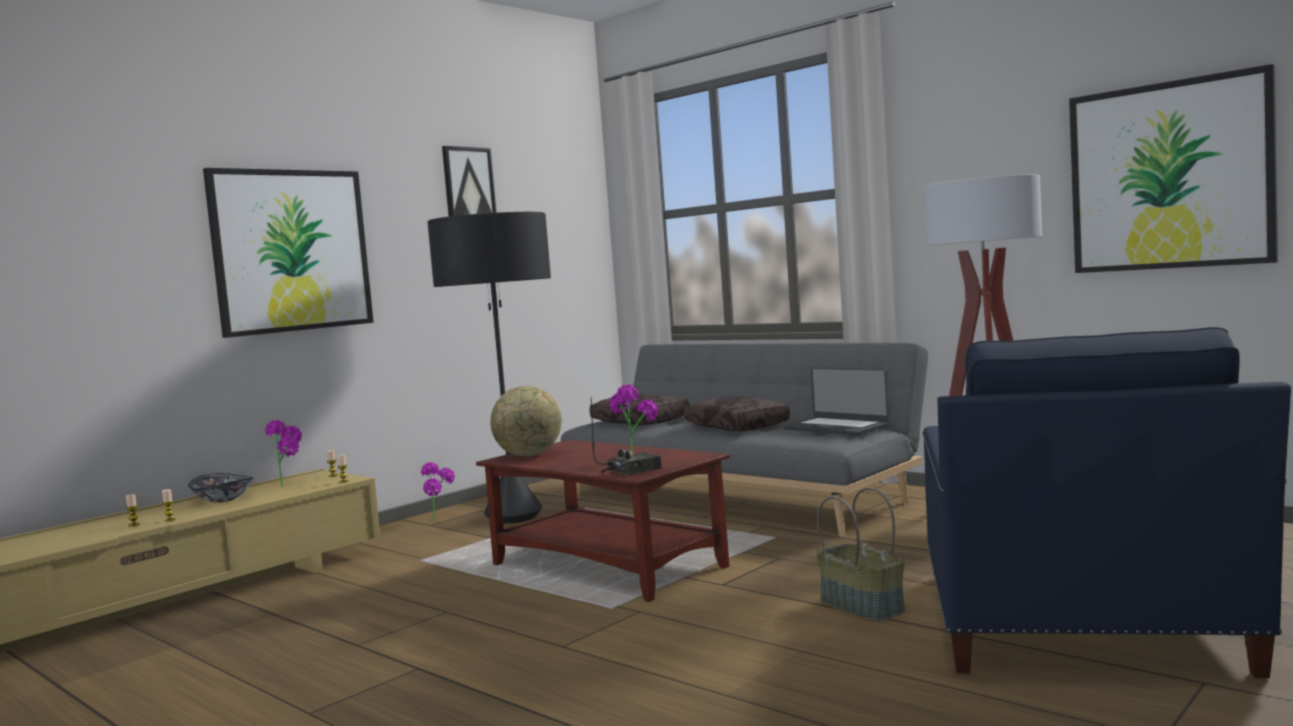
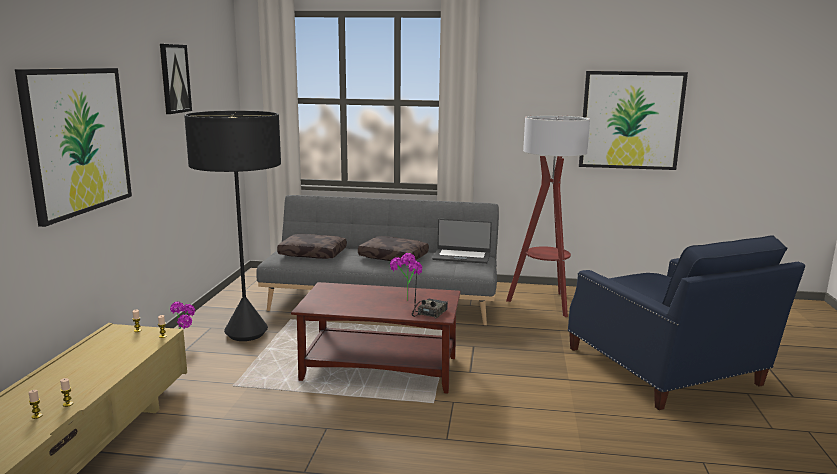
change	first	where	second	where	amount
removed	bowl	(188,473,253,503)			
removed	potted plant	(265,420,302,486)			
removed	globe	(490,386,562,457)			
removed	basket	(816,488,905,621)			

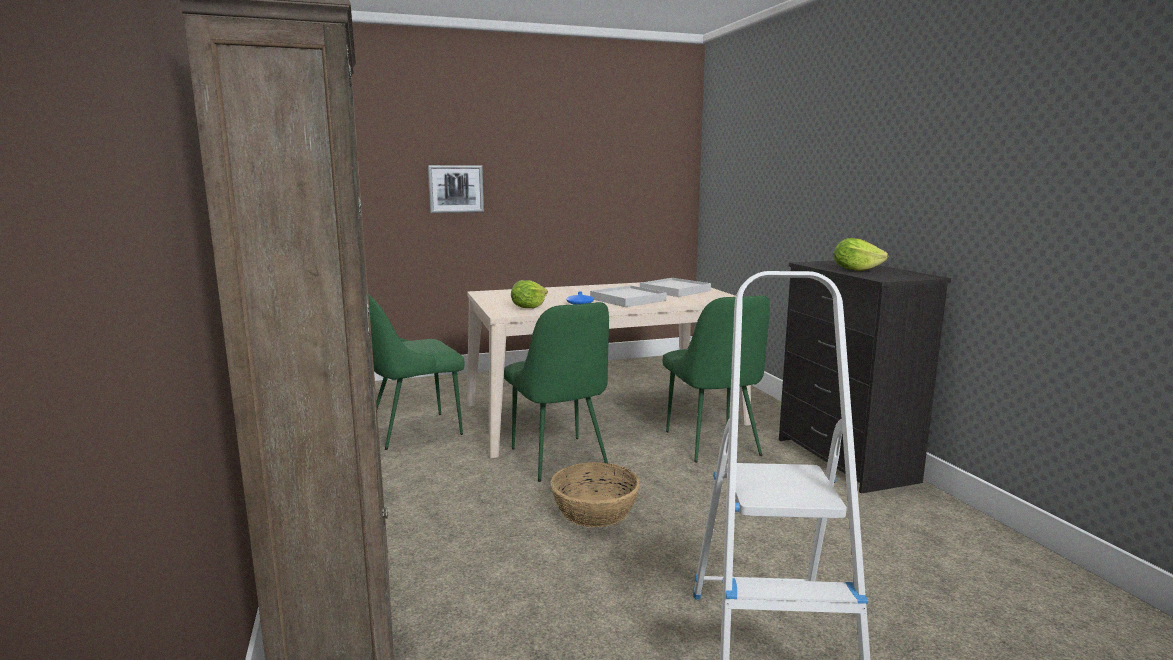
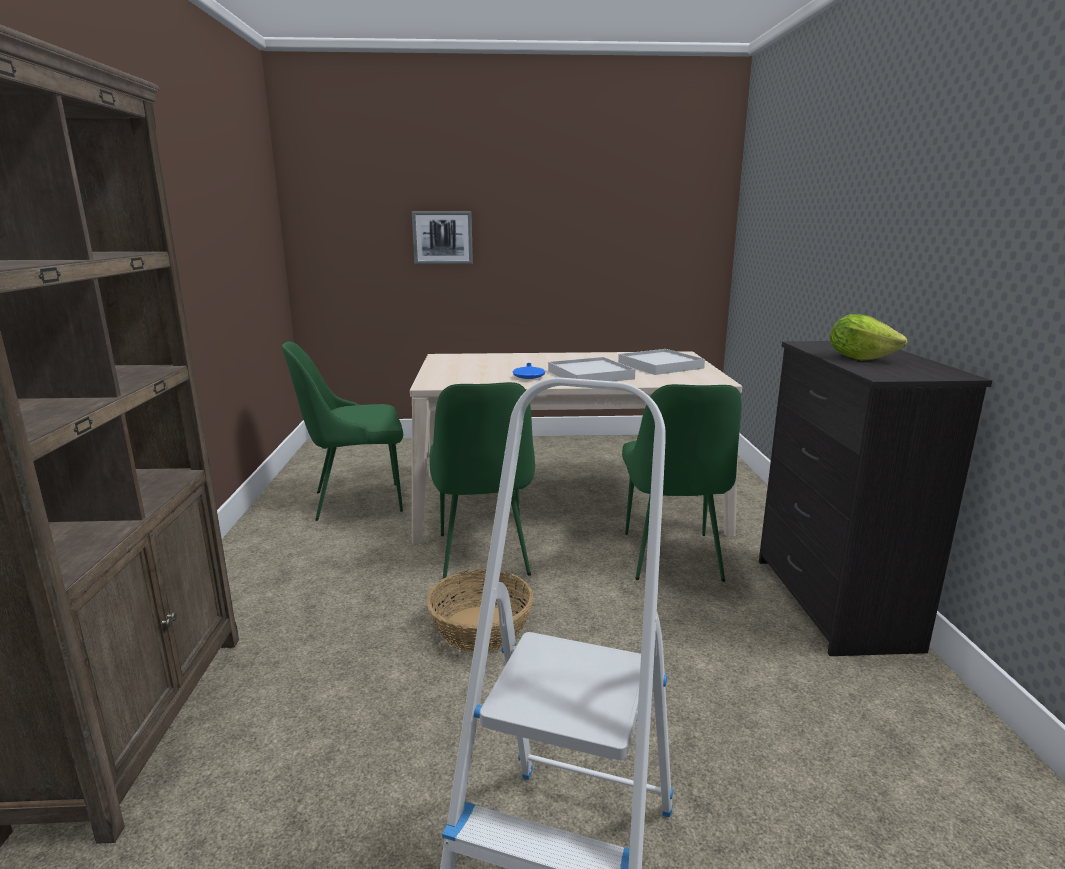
change	first	where	second	where	amount
removed	lettuce	(511,280,548,308)			

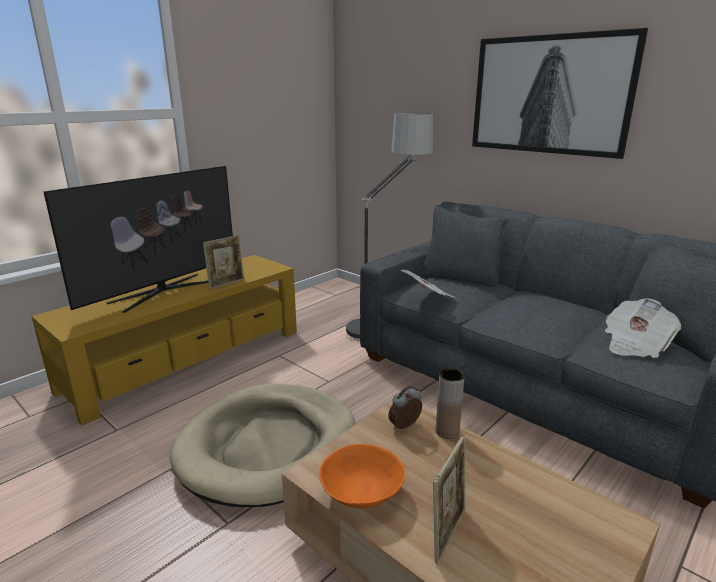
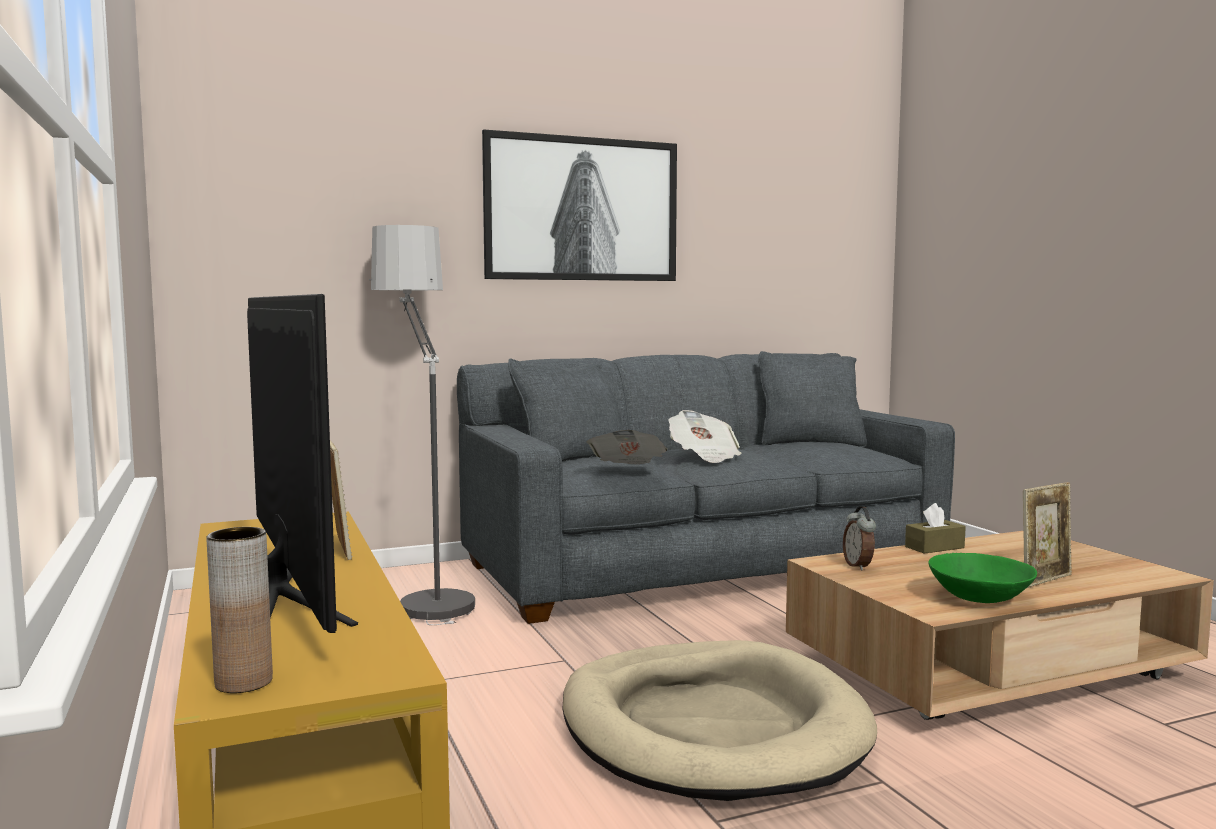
change	first	where	second	where	amount
added			brown tissue box	(905,503,966,554)	
moved	brown vase	(436,368,465,439)		(206,527,273,693)	
moved	newspaper	(605,298,681,358)		(668,410,742,463)	
recoloured	orange bowl	(319,444,405,508)	green bowl	(928,553,1037,603)	
turned	picture frame	(433,435,466,564)		(1023,482,1072,588)	90 degrees clockwise

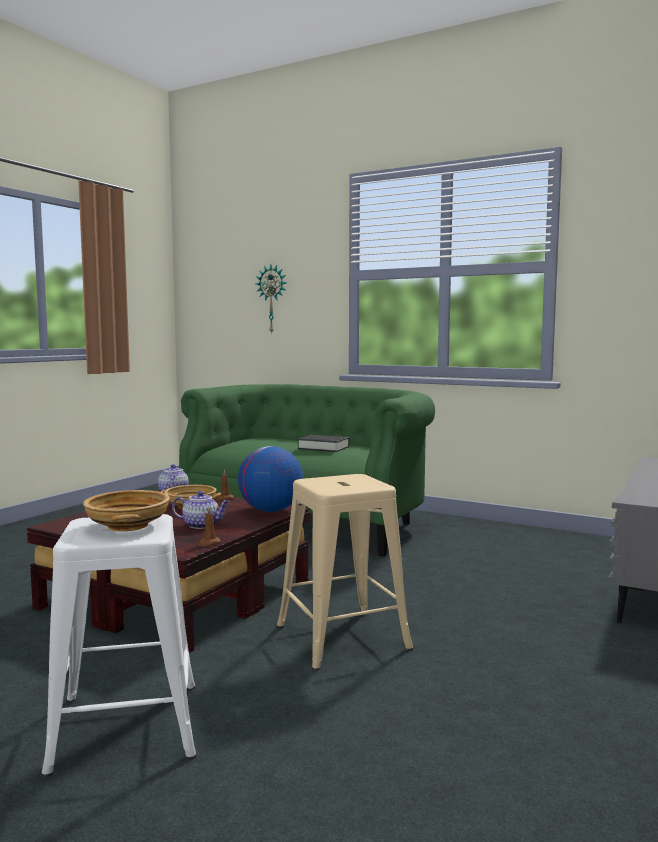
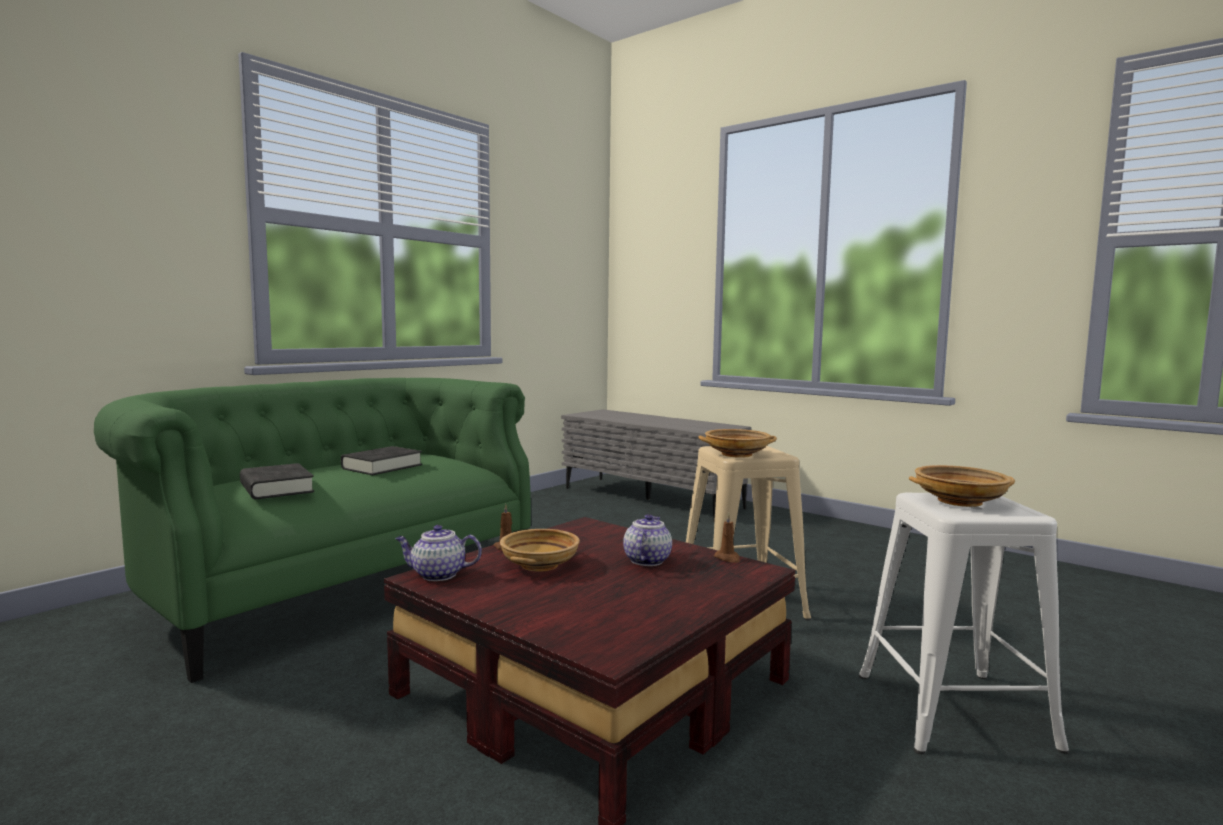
change	first	where	second	where	amount
removed	globe	(238,446,303,512)			
removed	wall clock	(256,265,287,334)			
added			black book	(240,463,314,499)	
added			beige bowl	(698,429,777,458)	

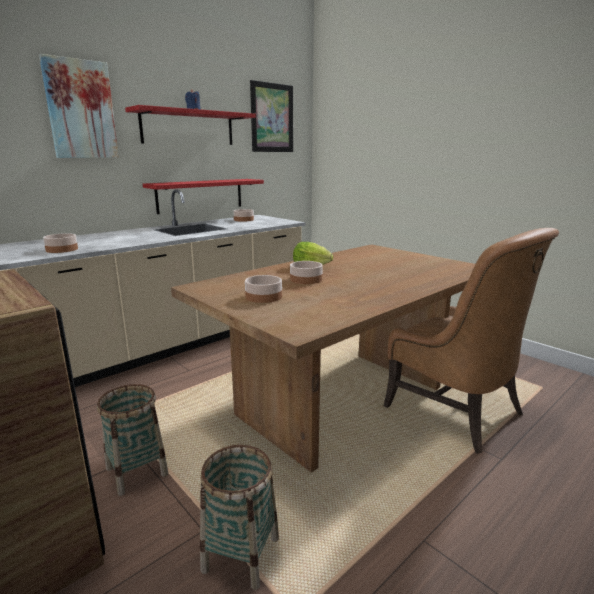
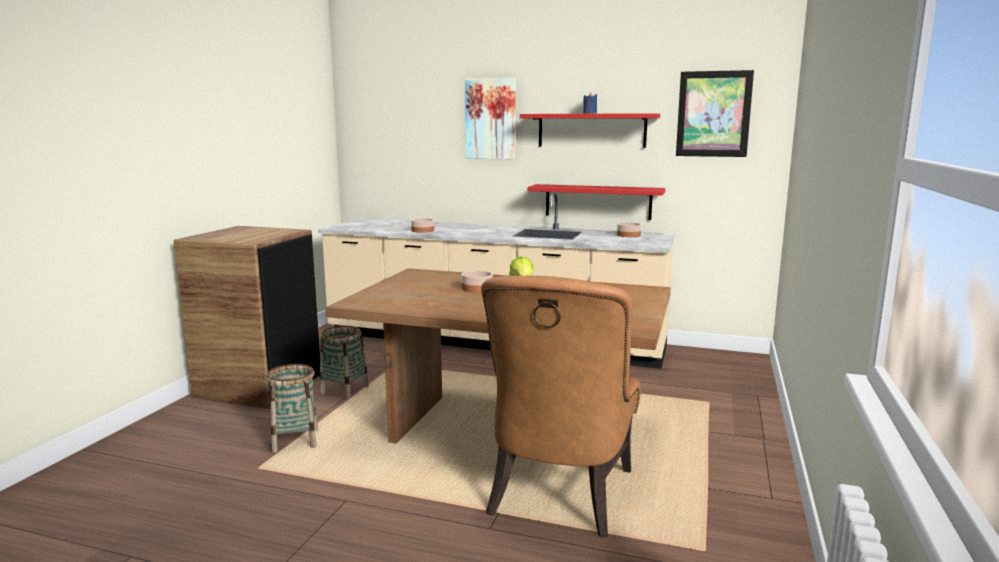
change	first	where	second	where	amount
removed	bowl	(245,275,282,303)			

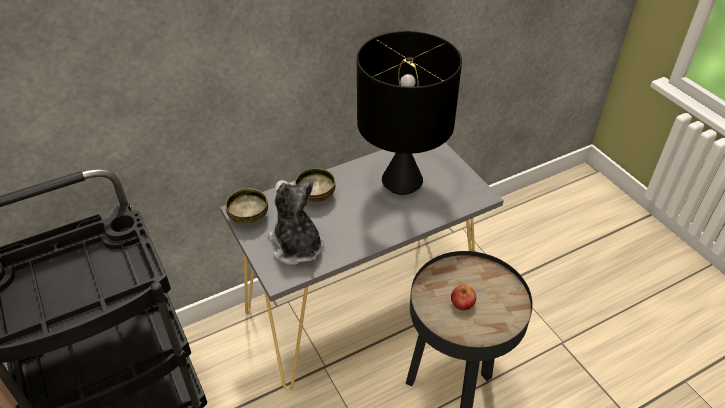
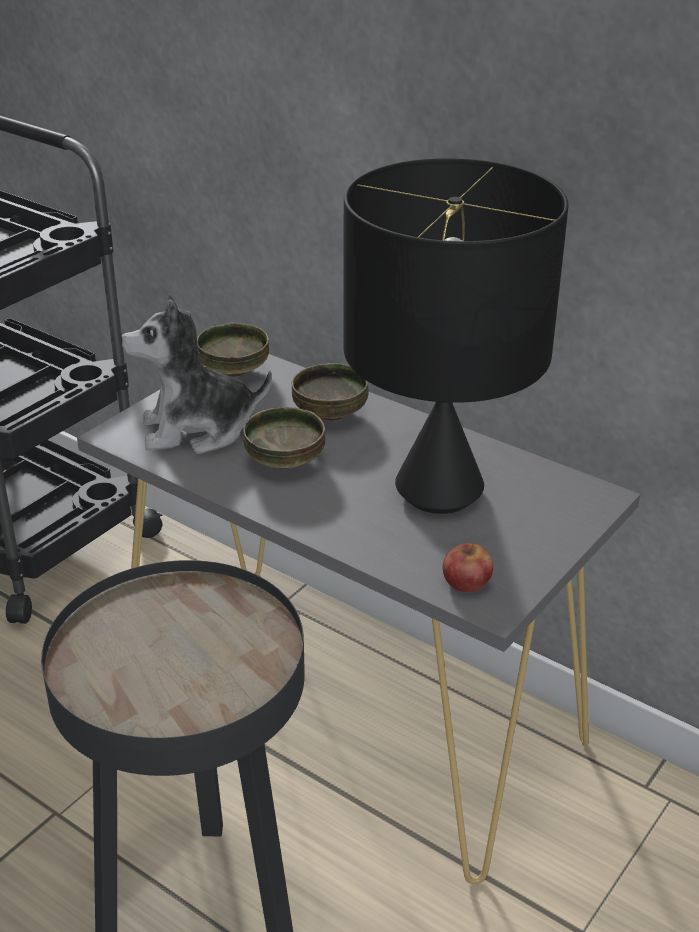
change	first	where	second	where	amount
added			bowl	(243,407,325,469)	
moved	apple	(451,285,476,310)		(443,543,493,593)	
turned	plush toy	(269,180,324,265)		(121,294,272,454)	135 degrees counterclockwise

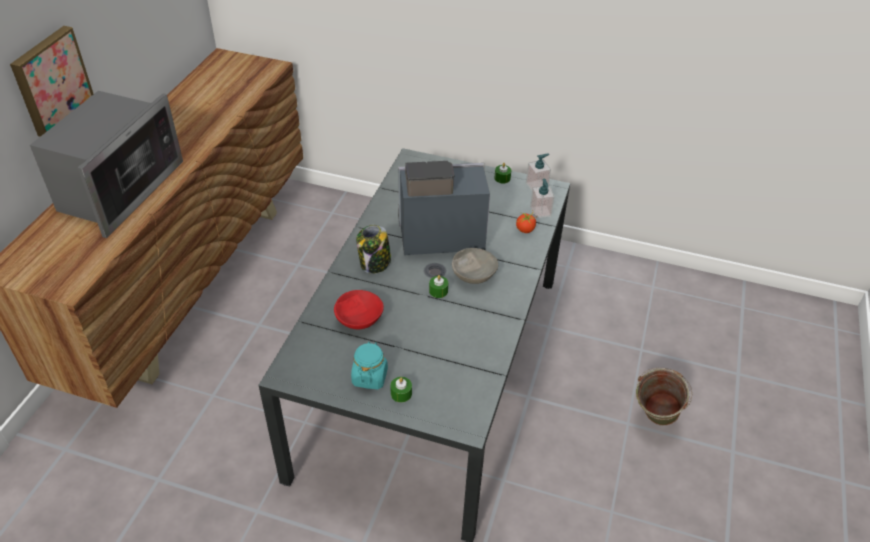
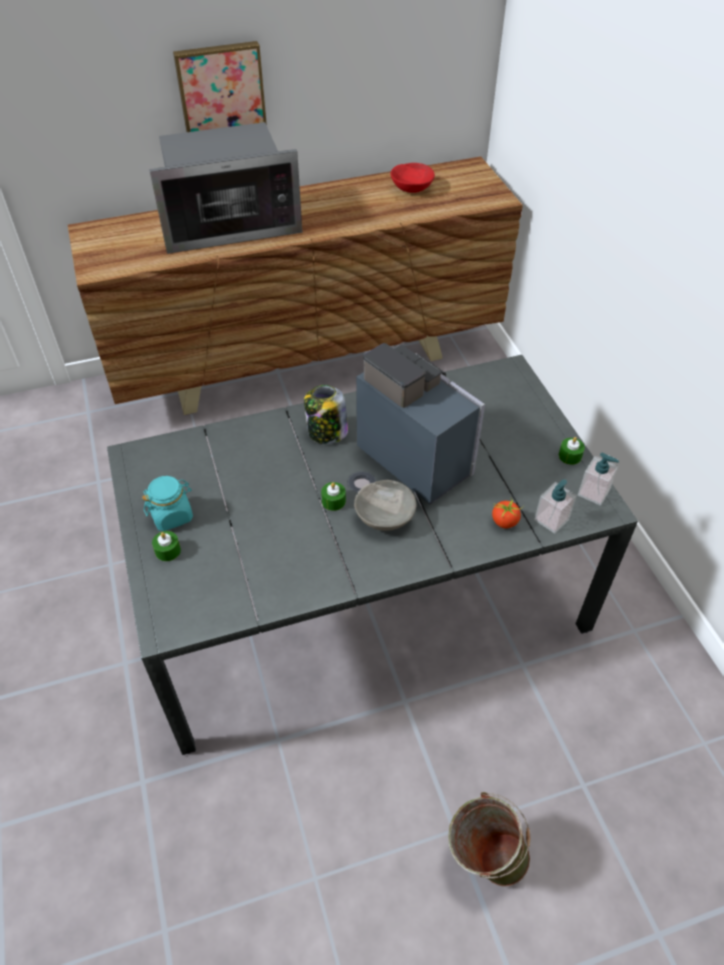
change	first	where	second	where	amount
moved	red bowl	(334,290,384,329)		(390,163,435,193)	

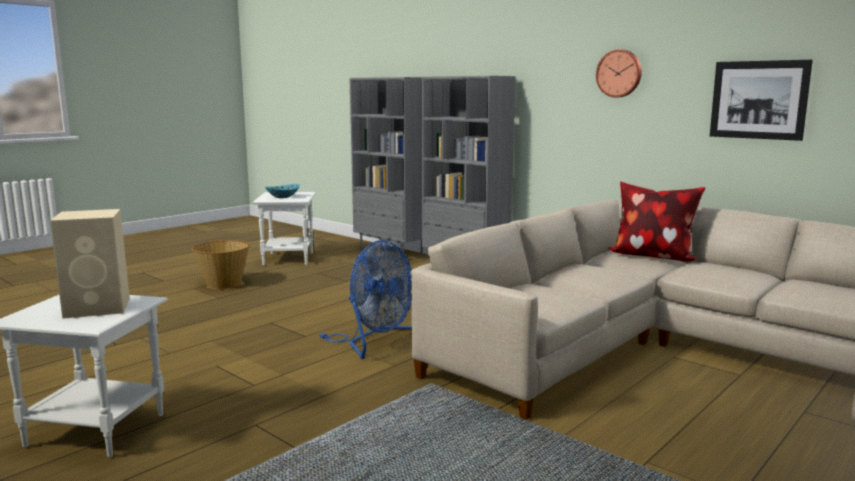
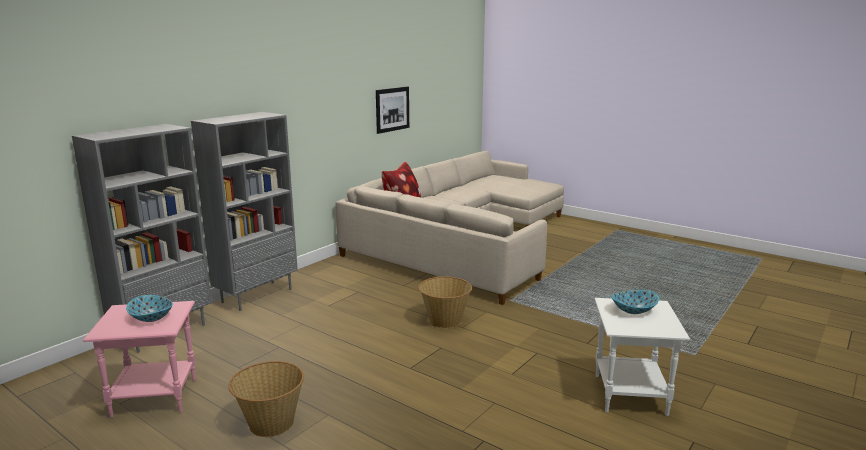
change	first	where	second	where	amount
removed	wall clock	(596,49,642,97)			
replaced	beige speaker	(50,209,130,319)	bowl	(611,290,659,314)	
replaced	blue fan	(320,240,412,359)	basket	(418,276,472,328)	
recoloured	white side table	(252,192,316,266)	pink side table	(83,301,196,418)	

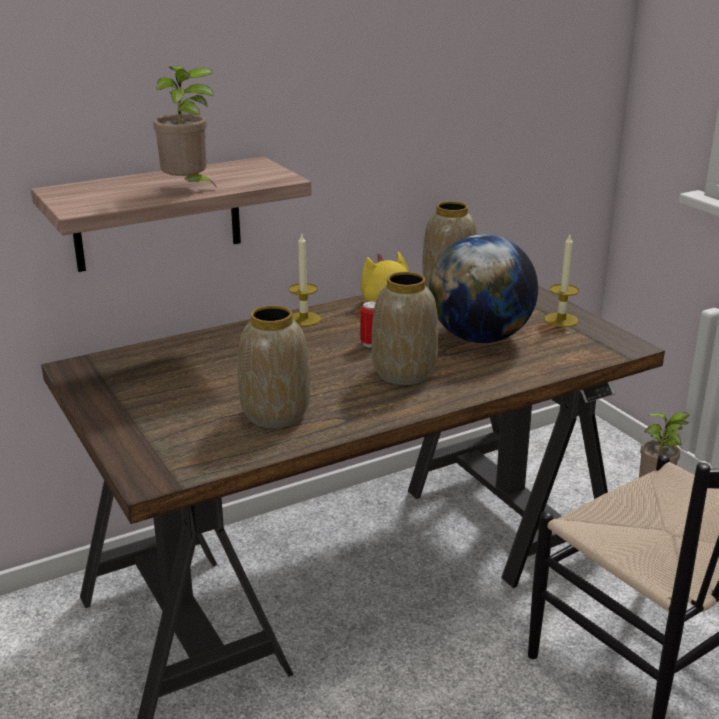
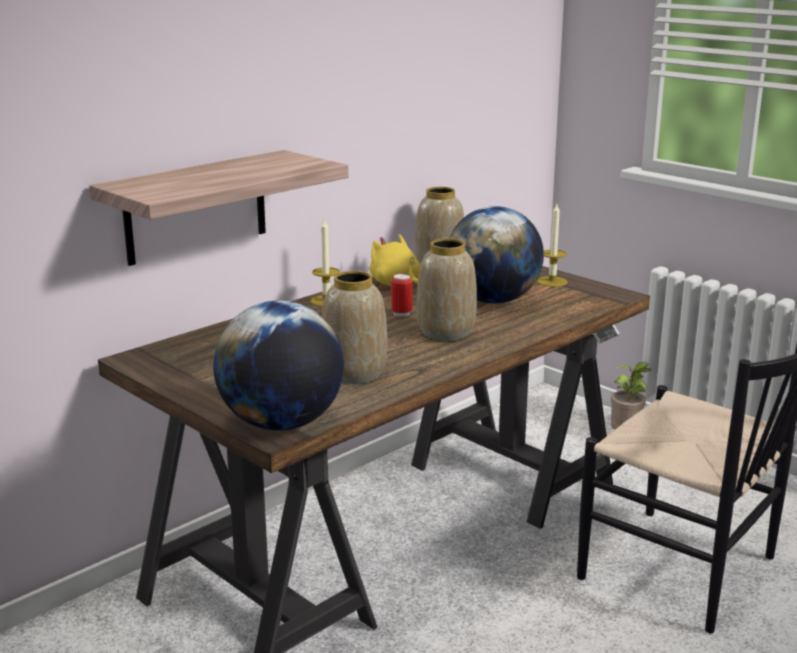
change	first	where	second	where	amount
removed	potted plant	(153,66,217,188)			
added			globe	(213,301,344,431)	

